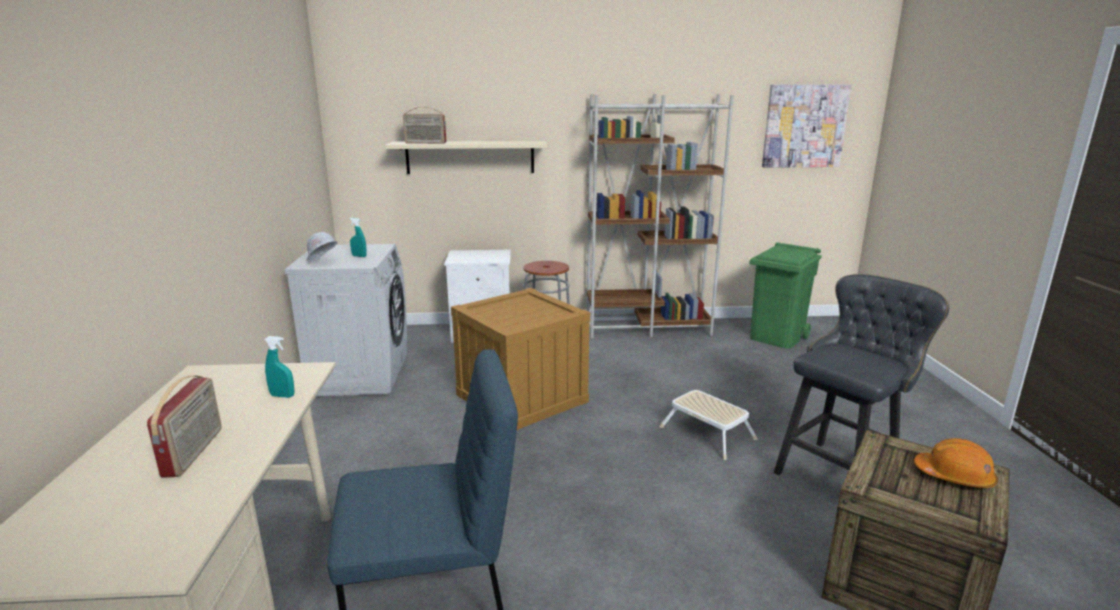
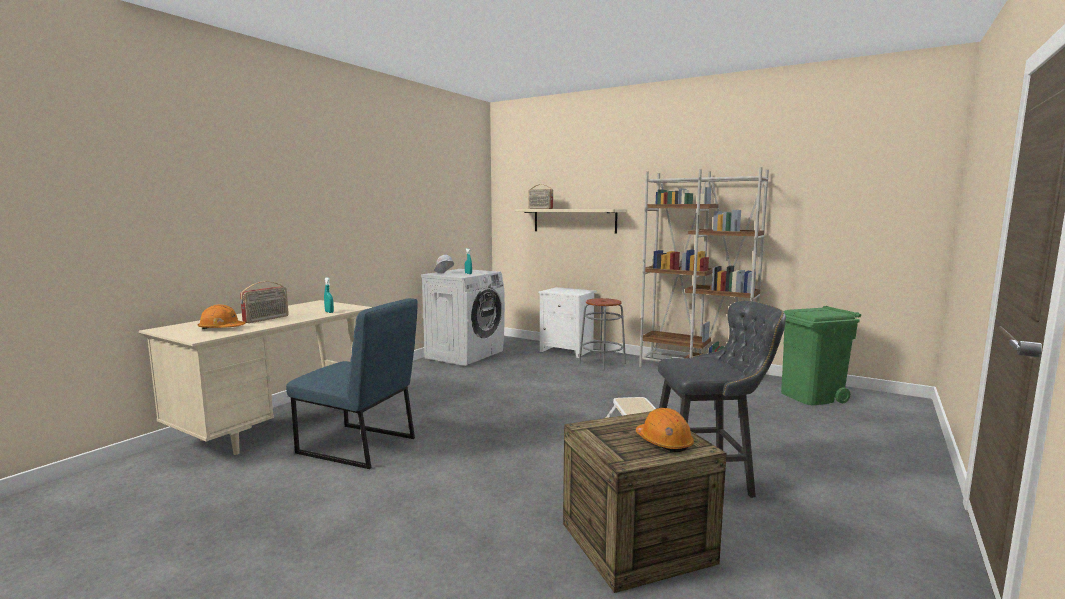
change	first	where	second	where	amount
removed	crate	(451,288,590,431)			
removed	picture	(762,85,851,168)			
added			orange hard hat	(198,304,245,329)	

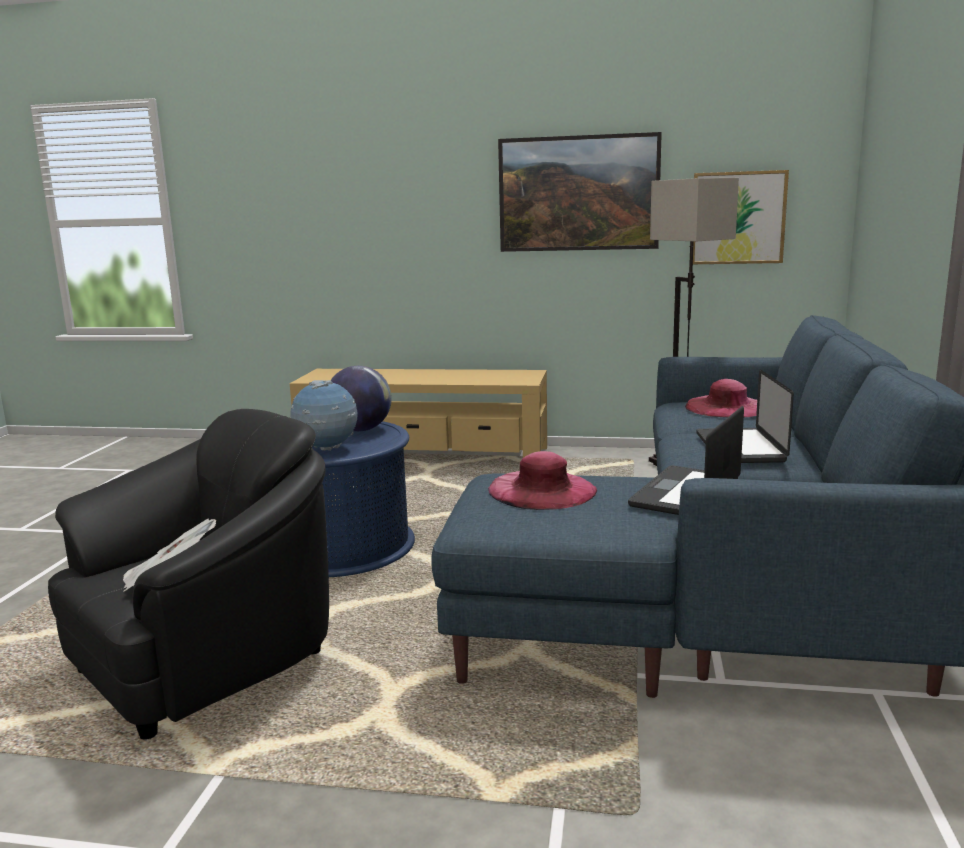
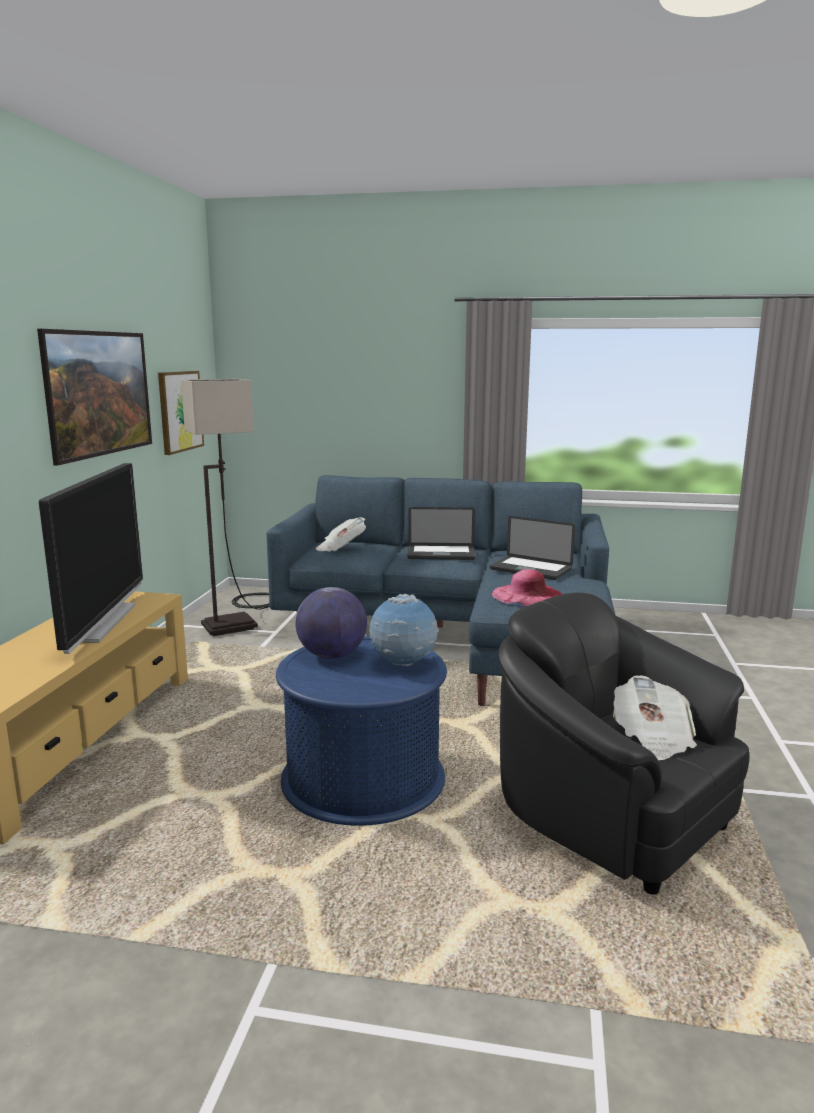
change	first	where	second	where	amount
added			television	(39,463,143,654)	
replaced	pink hat	(685,379,757,418)	newspaper	(316,517,366,552)	

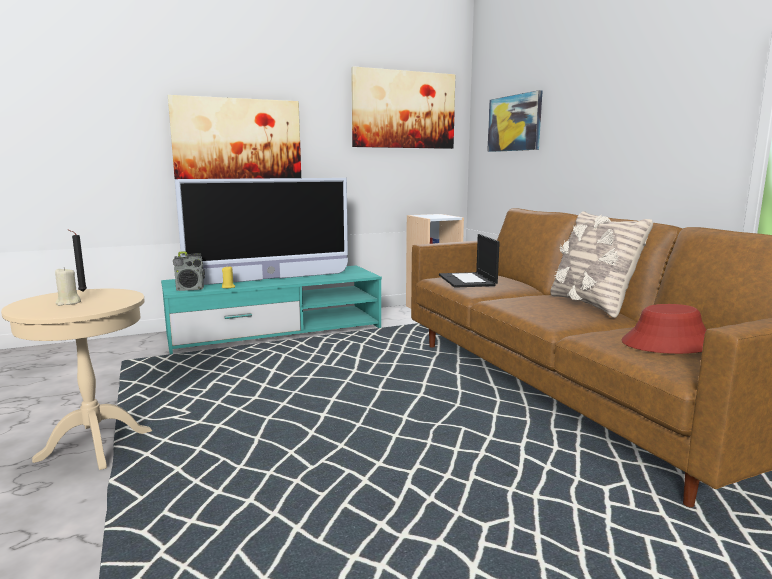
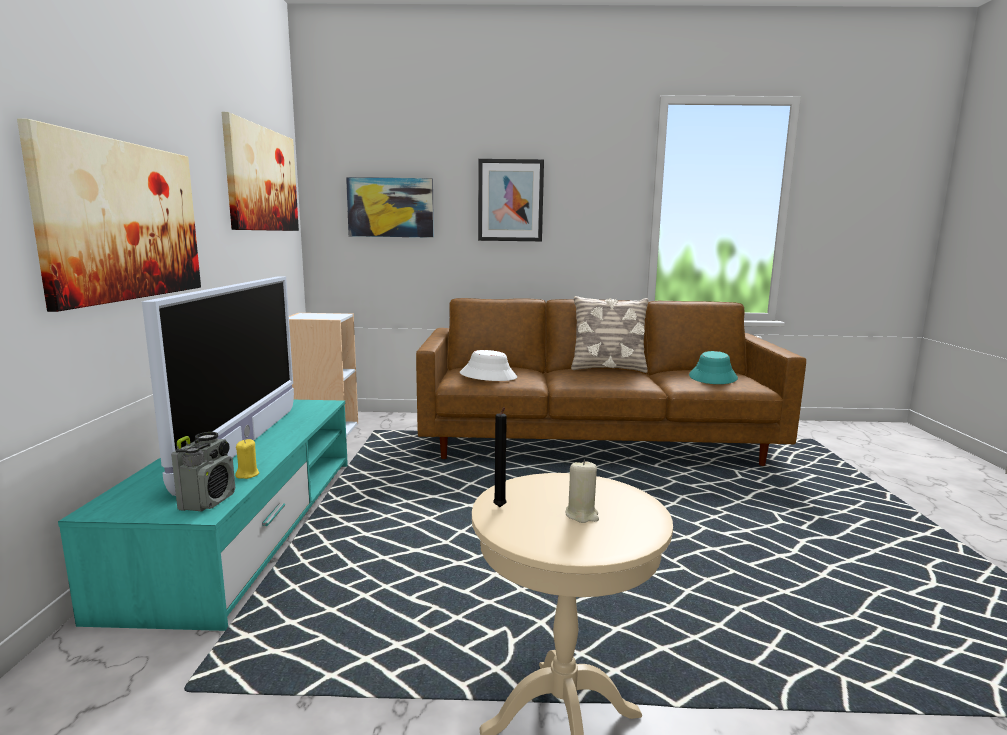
change	first	where	second	where	amount
added			picture	(478,159,544,241)	
replaced	laptop	(439,234,500,288)	white hat	(460,350,517,381)	
recoloured	red hat	(622,304,706,354)	turquoise hat	(689,351,738,384)	

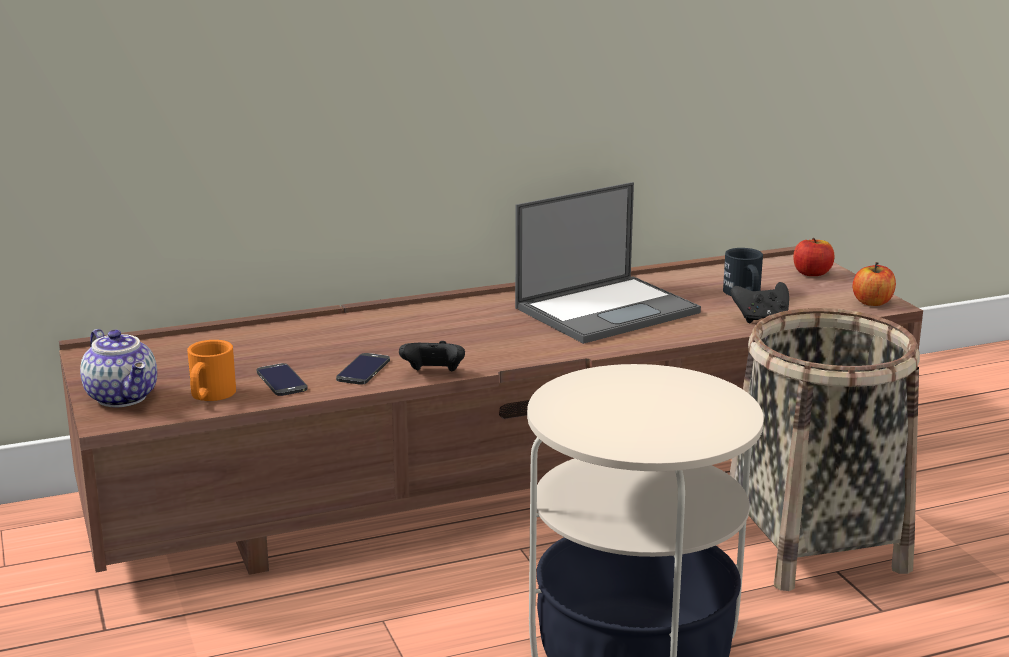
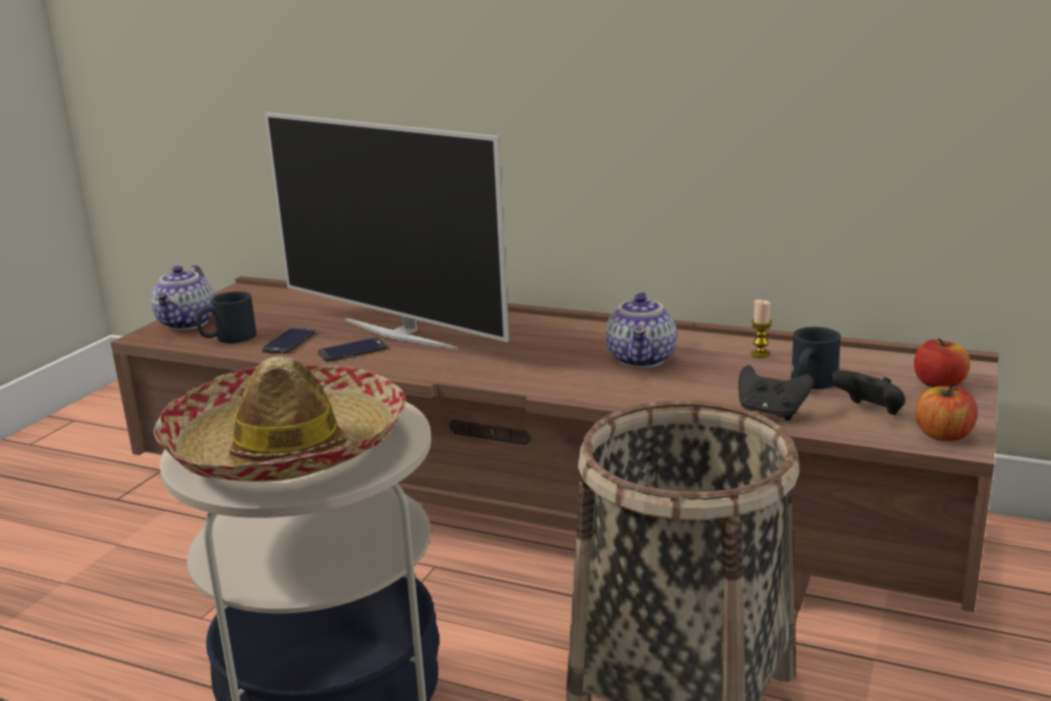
change	first	where	second	where	amount
added			hat	(154,357,406,482)	
added			television	(265,113,509,350)	
added			candle	(751,300,772,358)	
moved	black game controller	(399,341,465,371)		(830,370,905,415)	
replaced	laptop	(515,182,701,344)	teapot	(606,292,677,368)	
recoloured	orange mug	(187,340,236,401)	black mug	(196,291,257,343)	

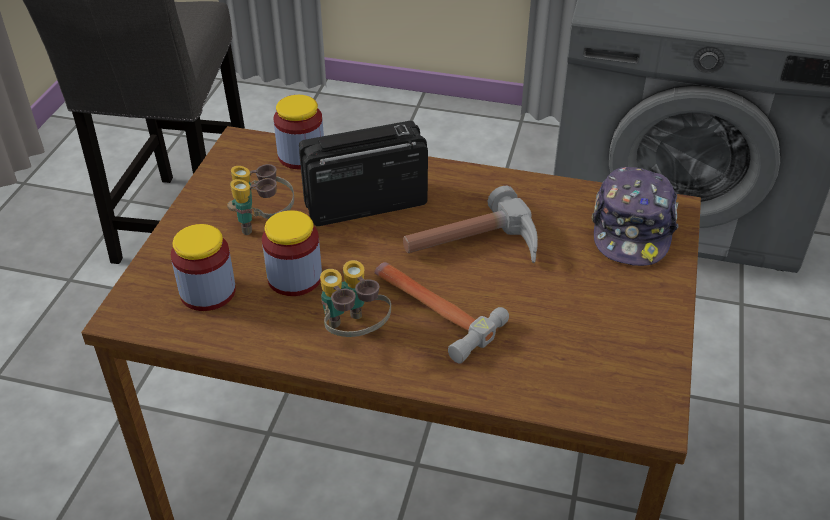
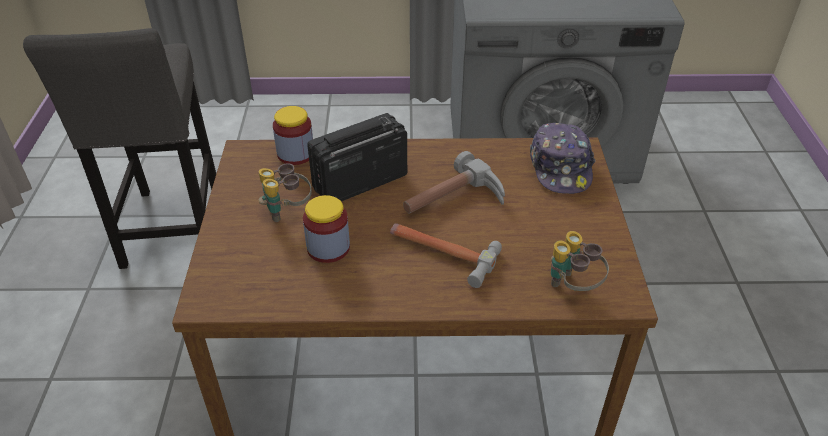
change	first	where	second	where	amount
removed	jar	(171,224,236,311)			
moved	binoculars	(320,260,391,337)		(551,231,609,291)	

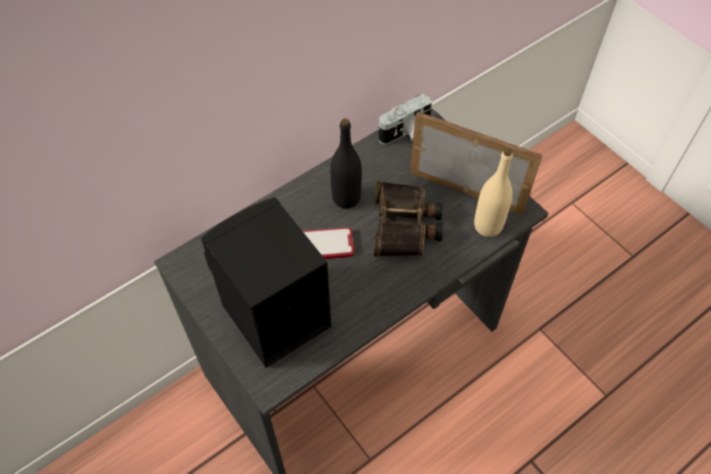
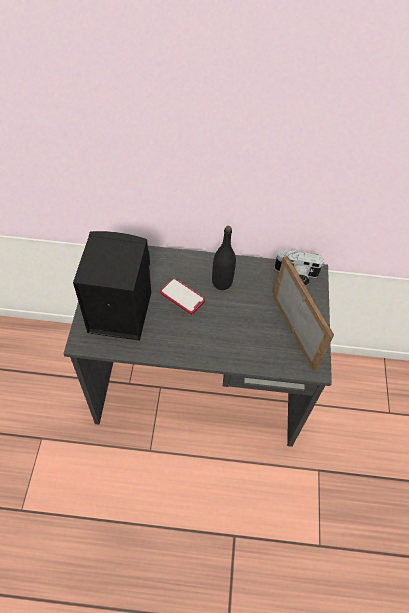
change	first	where	second	where	amount
removed	binoculars	(373,181,443,257)			
removed	beige bottle	(474,148,513,237)			

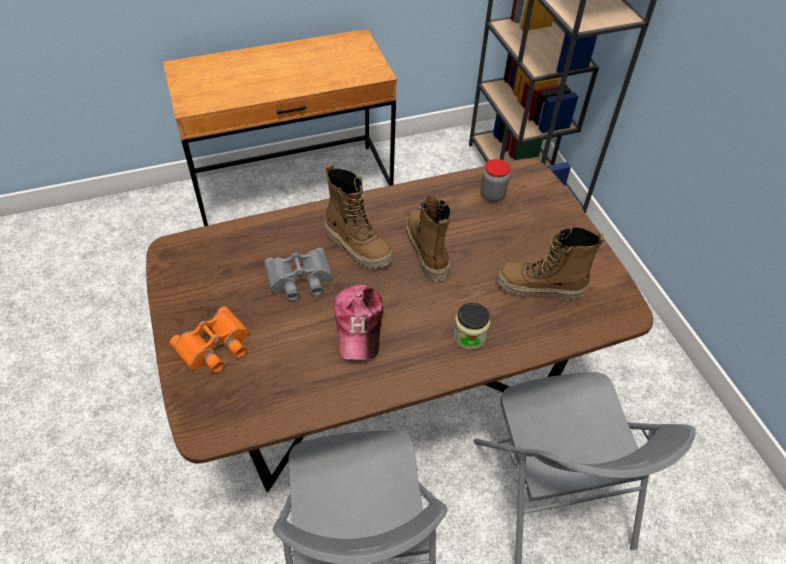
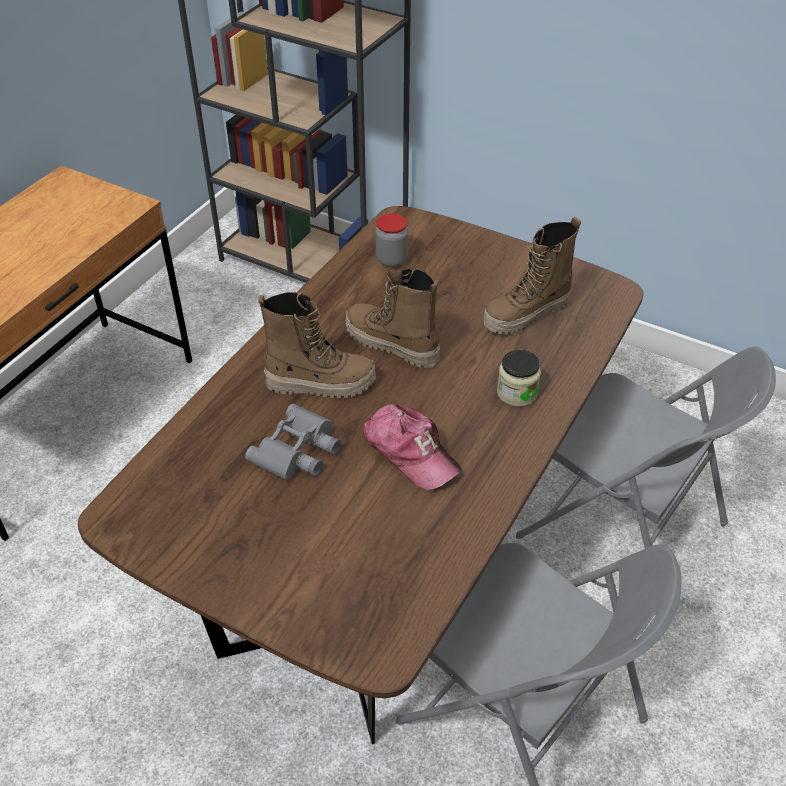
change	first	where	second	where	amount
removed	orange binoculars	(169,306,249,373)			

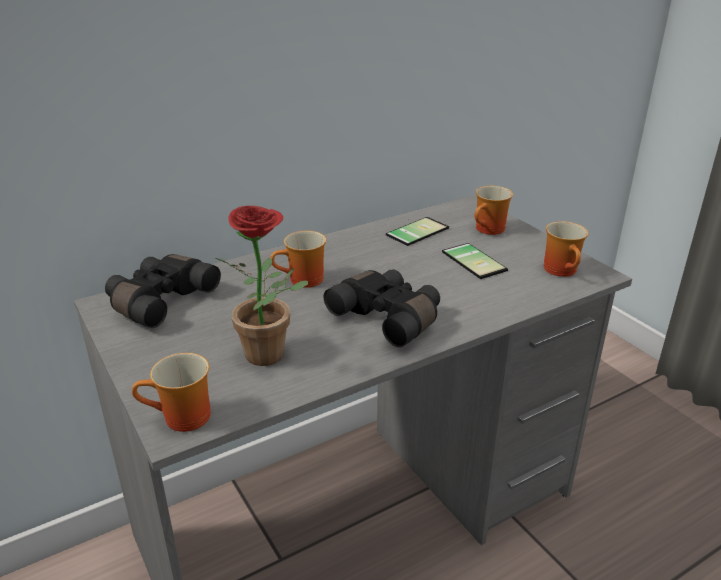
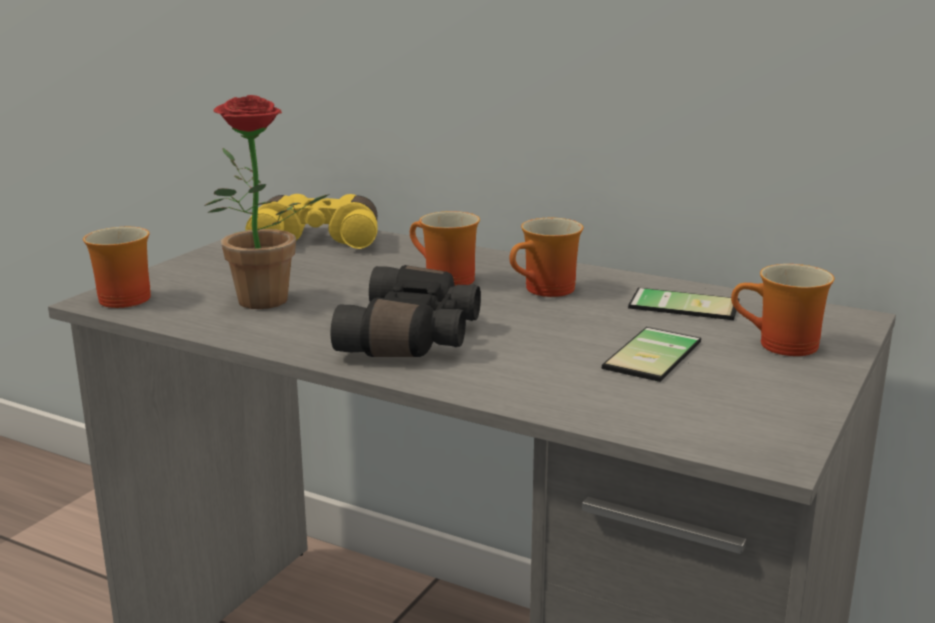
change	first	where	second	where	amount
moved	mug	(544,221,588,277)		(509,218,583,297)	
recoloured	black binoculars	(105,254,221,328)	yellow binoculars	(246,194,378,249)	

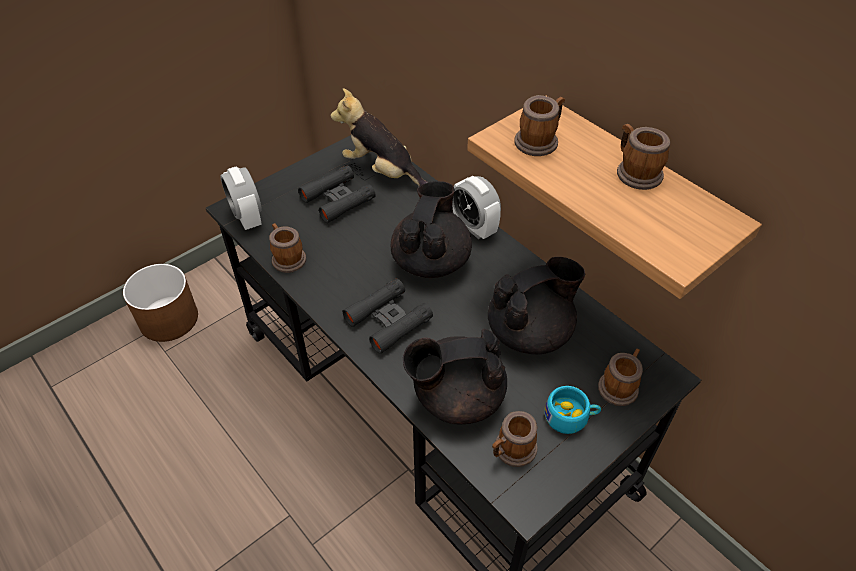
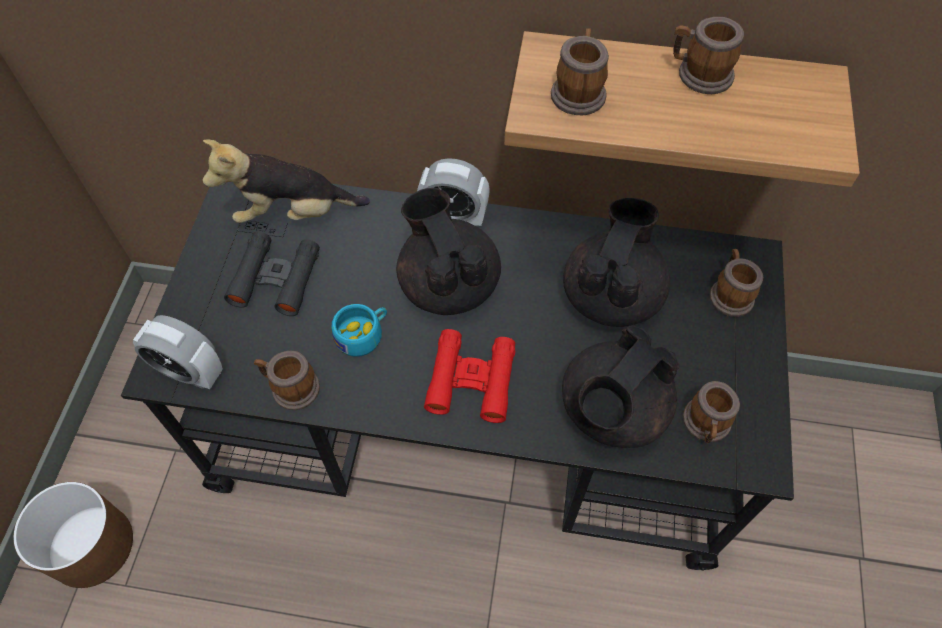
change	first	where	second	where	amount
moved	turquoise cup	(544,386,601,434)		(332,304,387,357)	
recoloured	black binoculars	(343,278,433,354)	red binoculars	(424,329,515,423)	

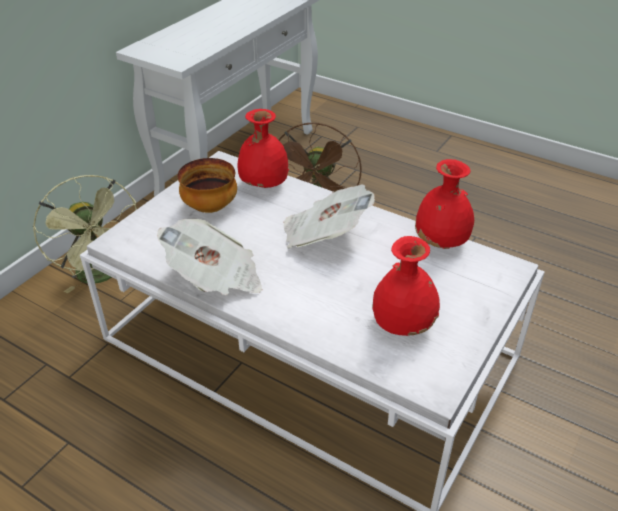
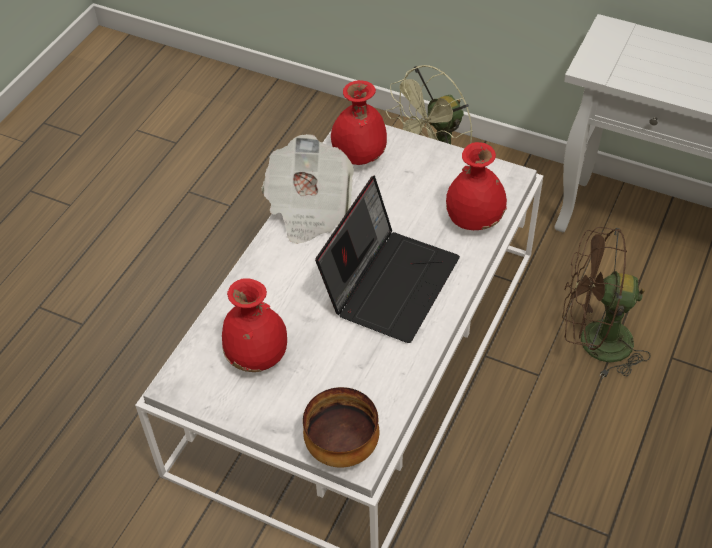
change	first	where	second	where	amount
moved	bowl	(178,158,237,213)		(303,387,379,468)	
moved	red vase	(415,159,474,249)		(331,80,387,165)	
replaced	newspaper	(283,185,375,249)	laptop	(315,176,460,343)	

